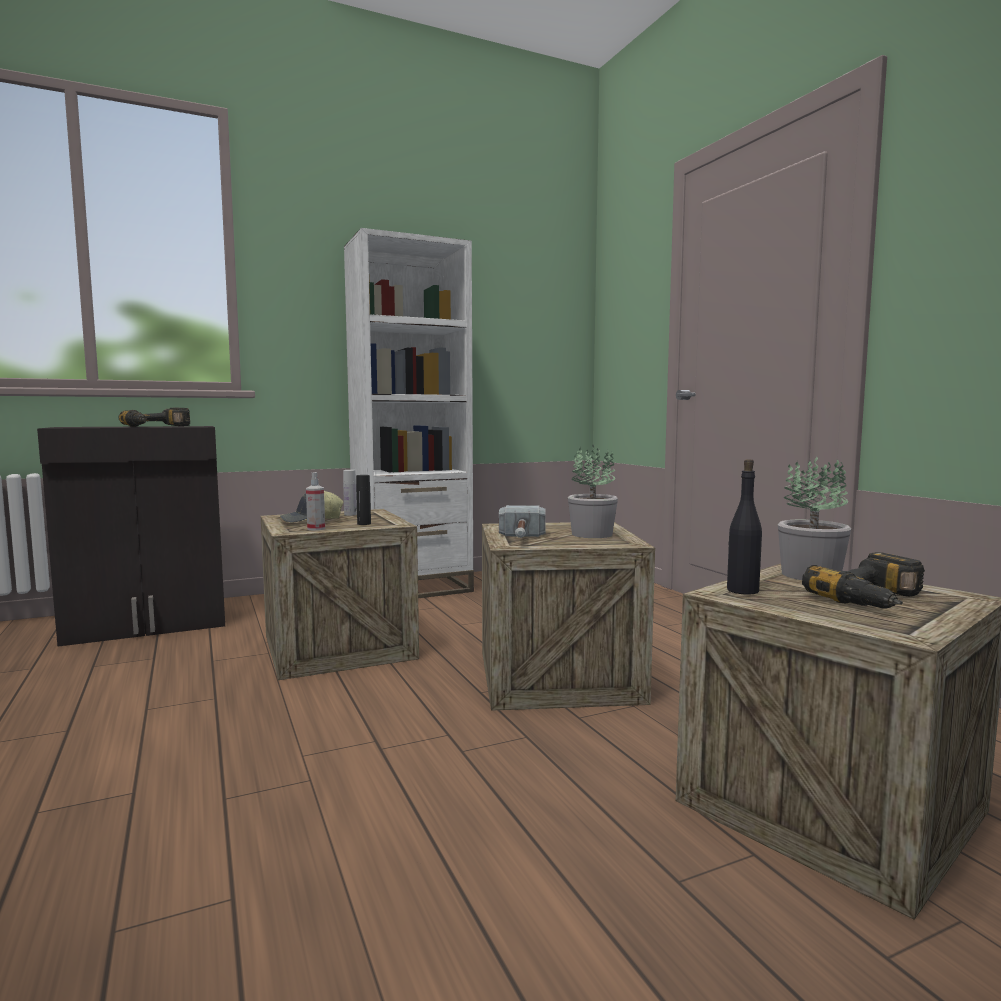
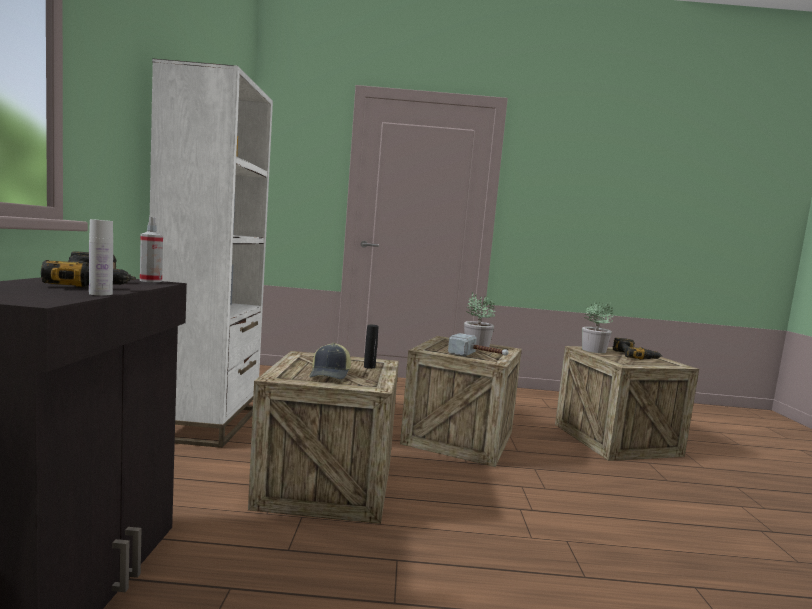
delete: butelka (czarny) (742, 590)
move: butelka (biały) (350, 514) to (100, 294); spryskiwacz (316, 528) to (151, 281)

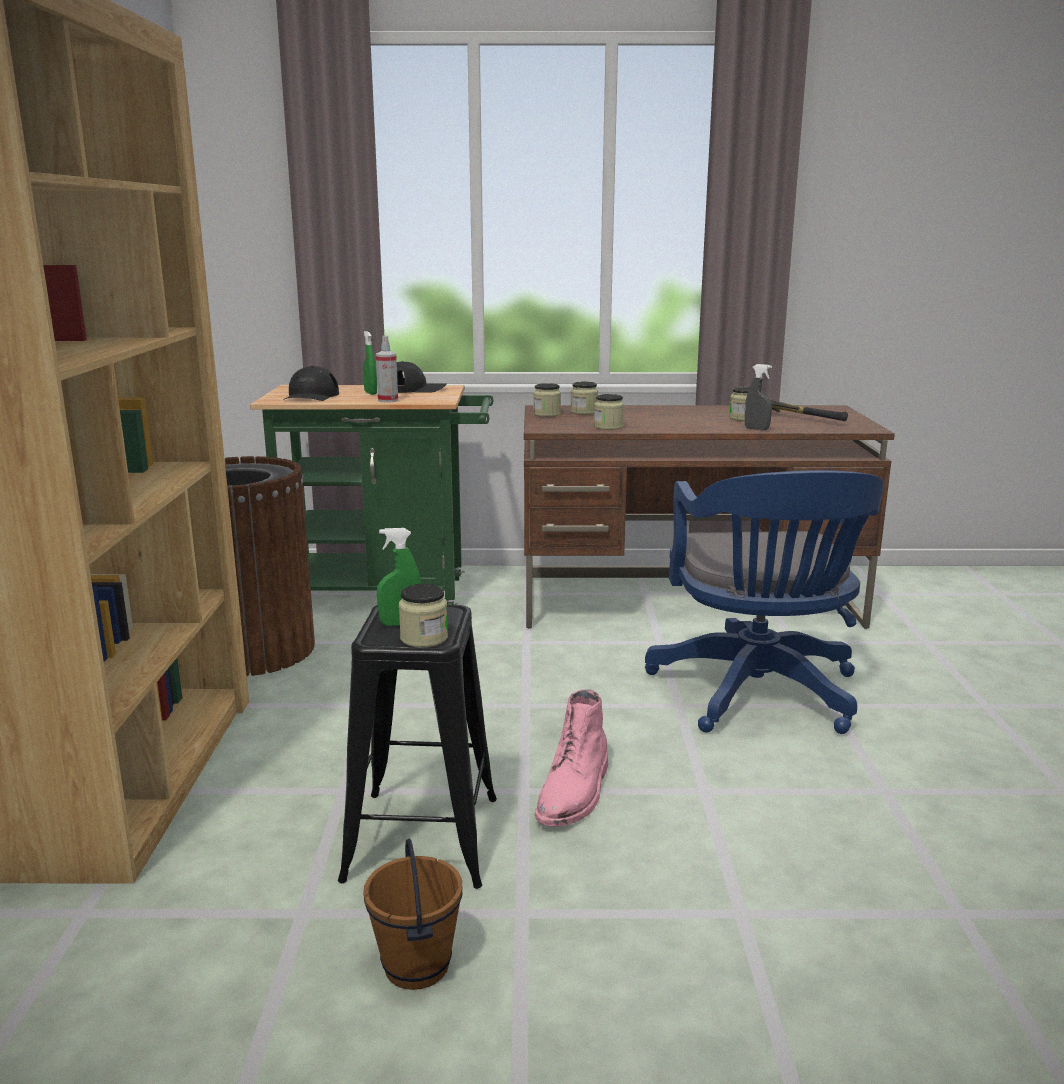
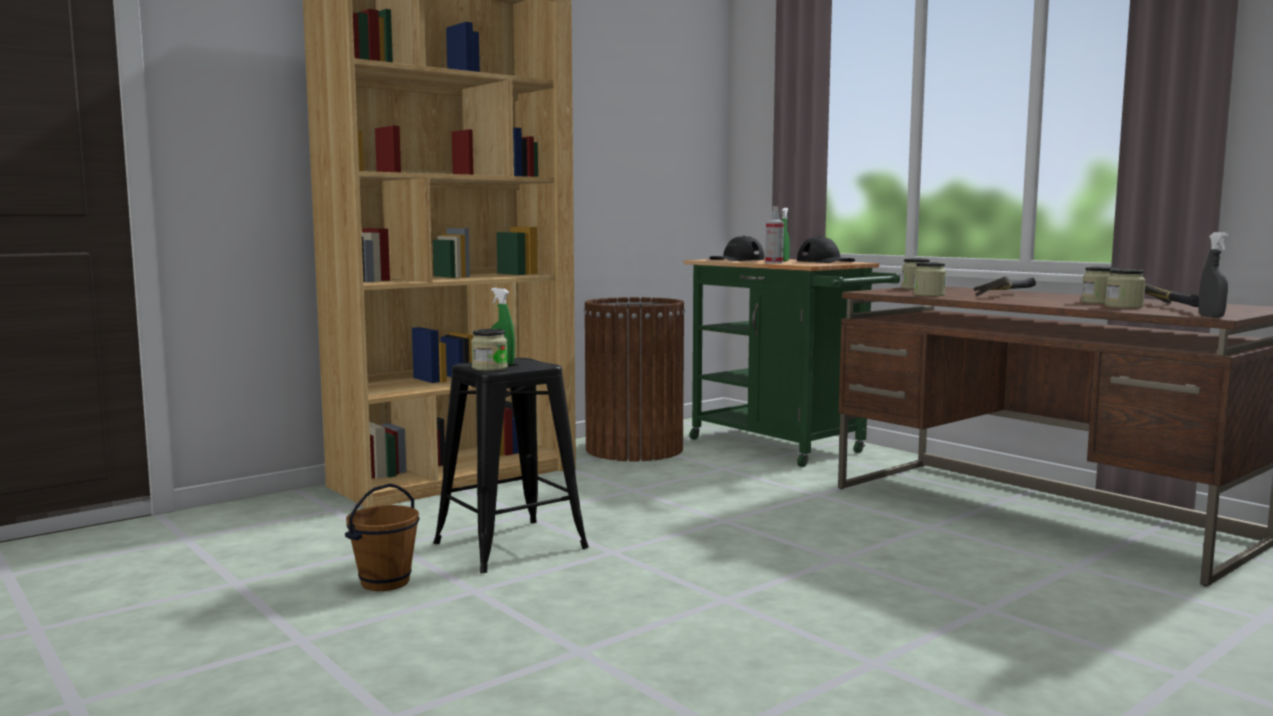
delete: but z cholewką (różowy) (575, 794); krzesło biurowe (niebieski) (758, 695)
insert: młotek (1005, 295)
move: słoik (584, 412) to (1124, 306); spryskiwacz (szary) (756, 429) to (1211, 316)

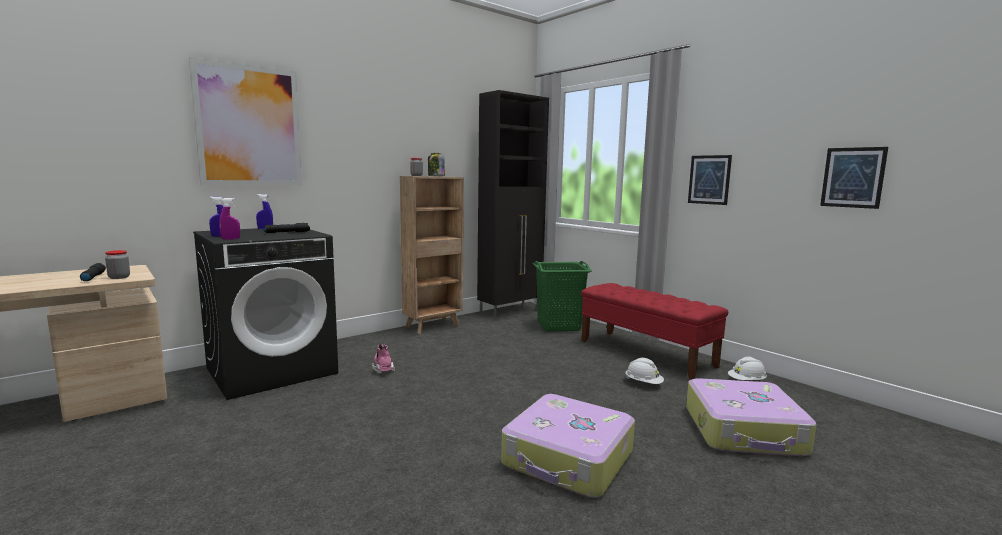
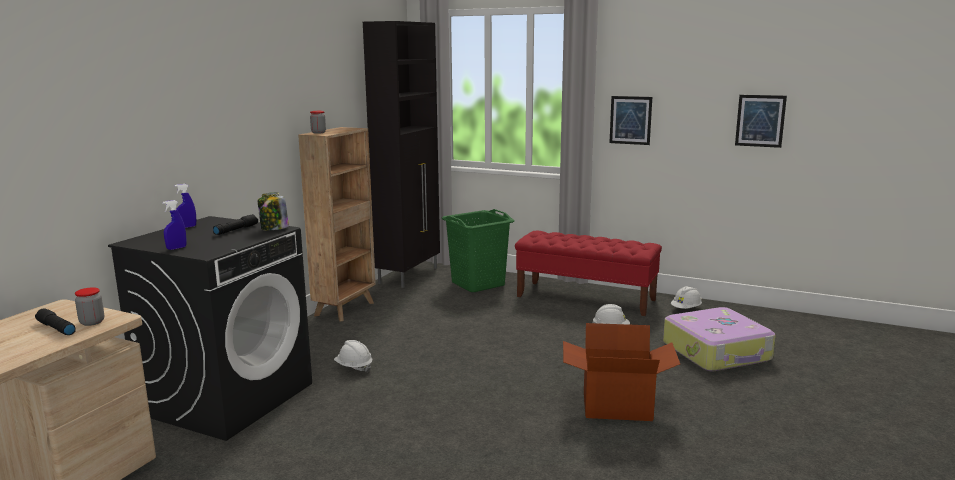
delete: obraz (249, 126); spryskiwacz (fioletowy) (230, 239)
move: słoik (436, 176) to (274, 229)
replace: but z cholewką (różowy) (383, 368) to kask (biały) (353, 367); walizka (568, 459) to karton (617, 407)

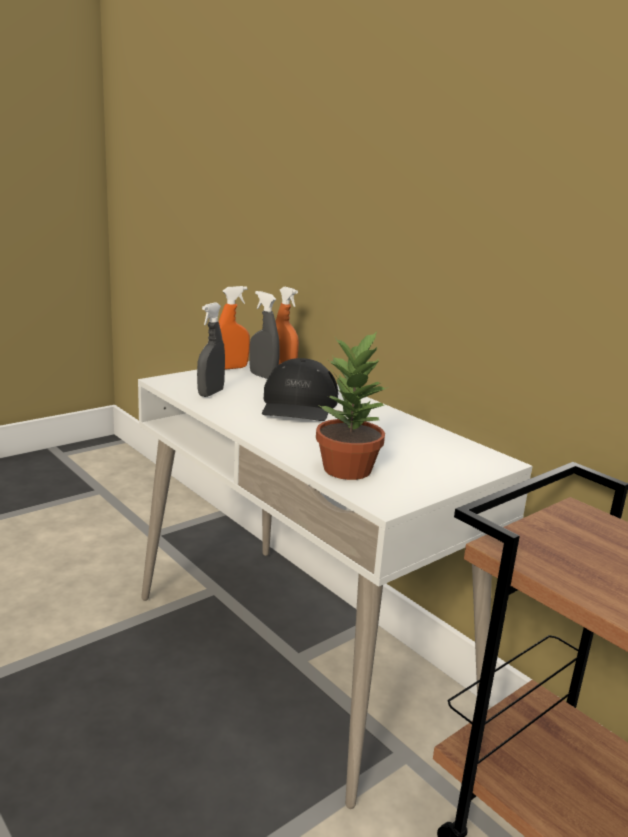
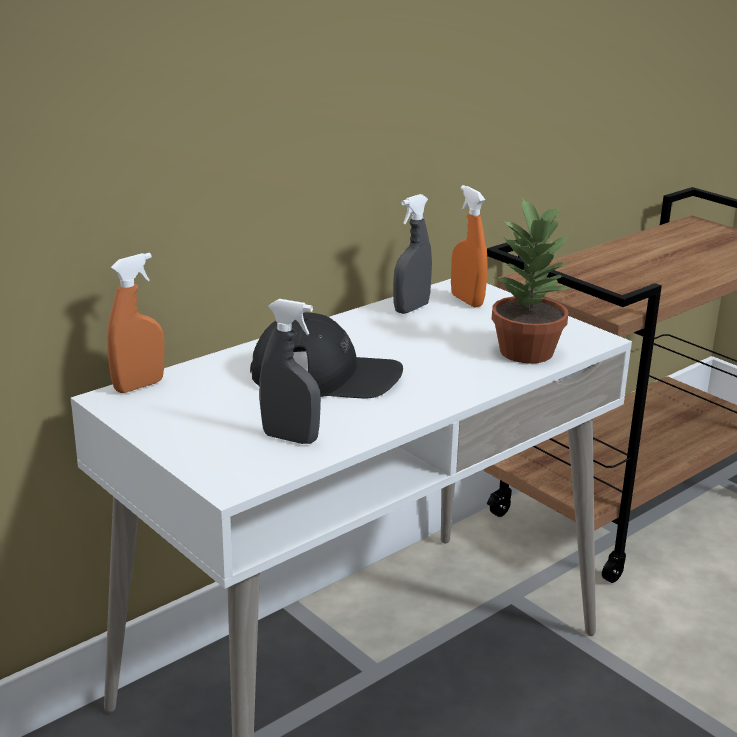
move: spryskiwacz (szary) (263, 376) to (411, 308); spryskiwacz (pomarańczowy) (232, 368) to (467, 300)

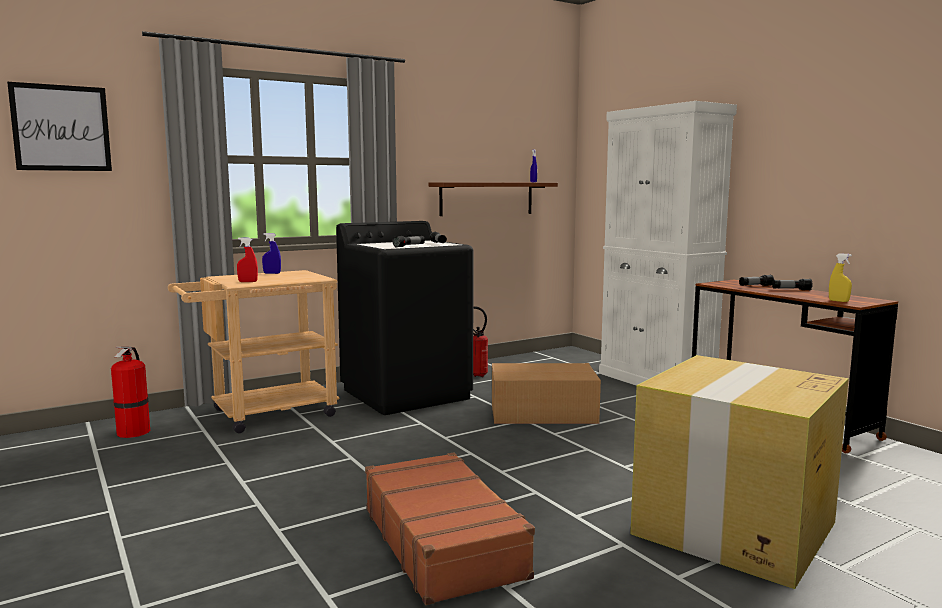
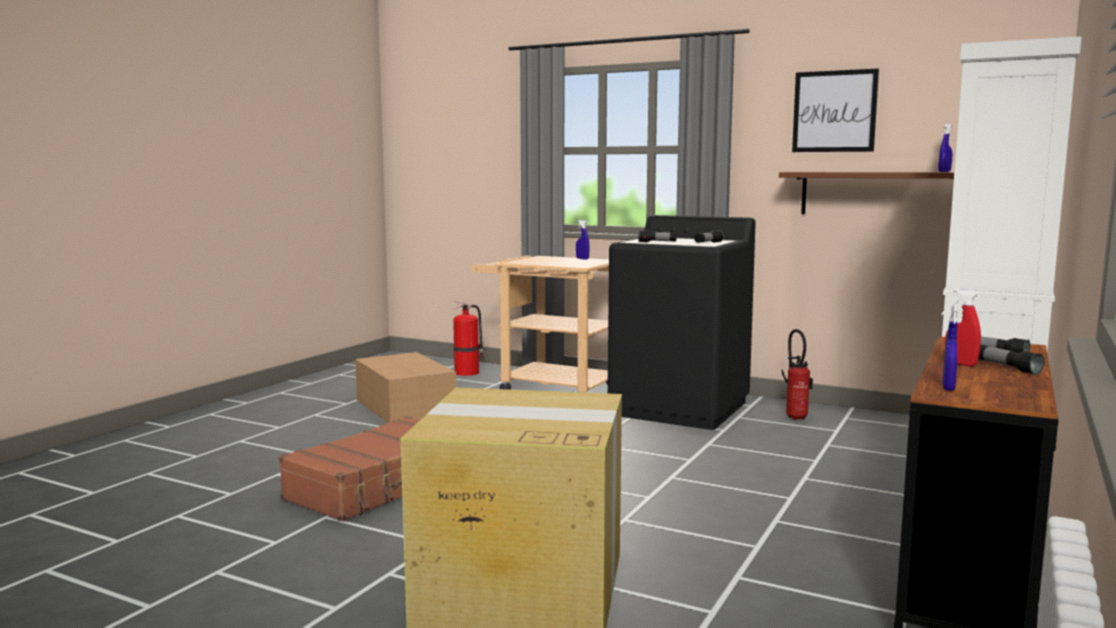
move: karton (544, 412) to (405, 408); obraz (61, 128) to (834, 111); spryskiwacz (czerwony) (248, 282) to (960, 364)
recolor: spryskiwacz (żółty) (838, 301) to spryskiwacz (niebieski) (948, 388)

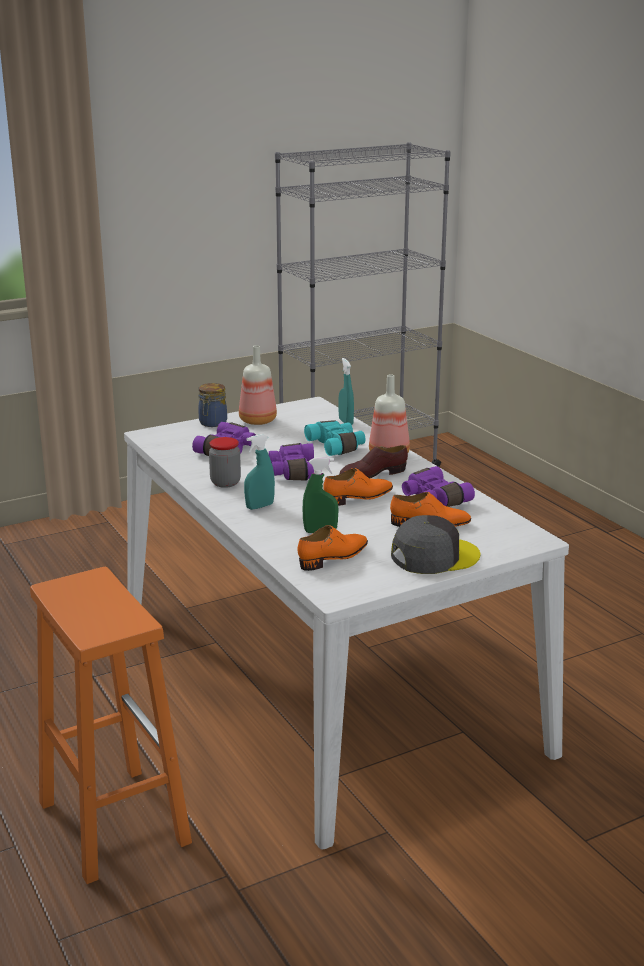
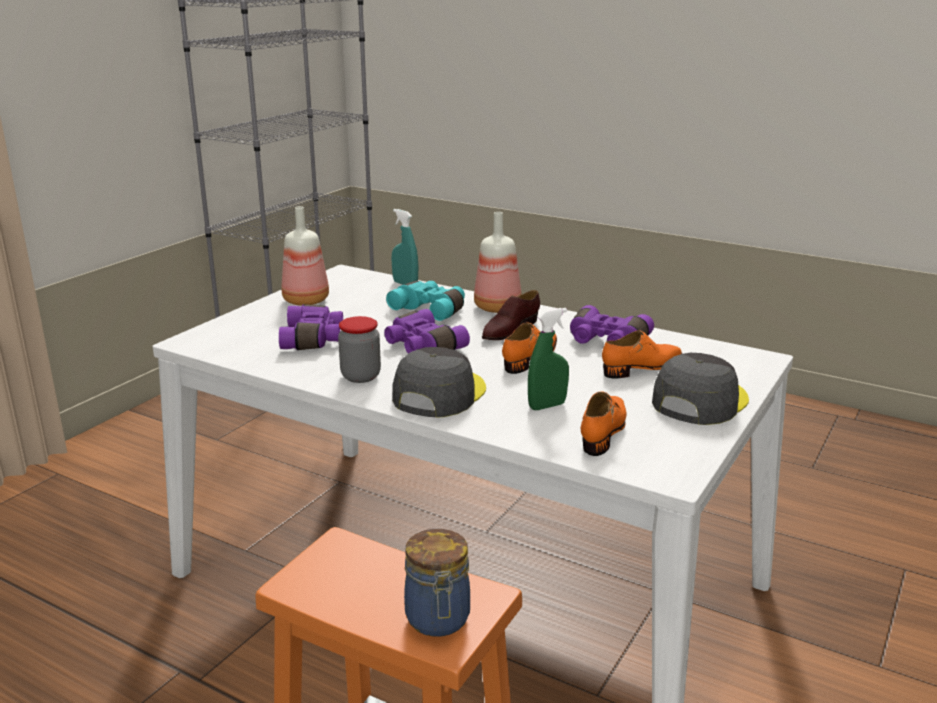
move: słoik (212, 423) to (438, 620)
replace: spryskiwacz (turkusowy) (259, 506) to czapka z daszkiem (szary) (439, 394)

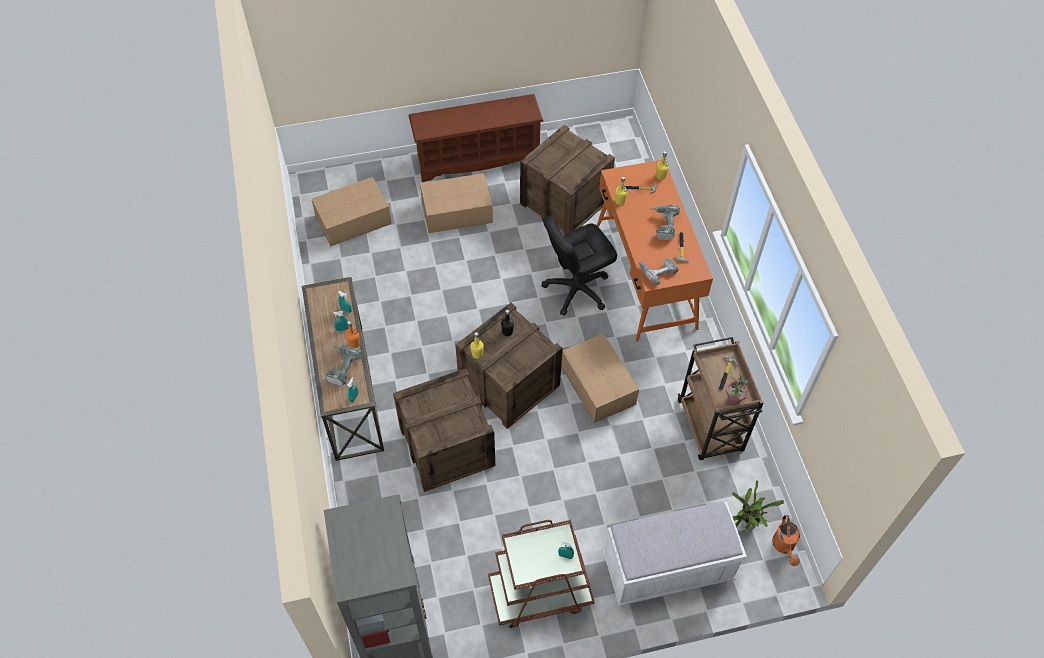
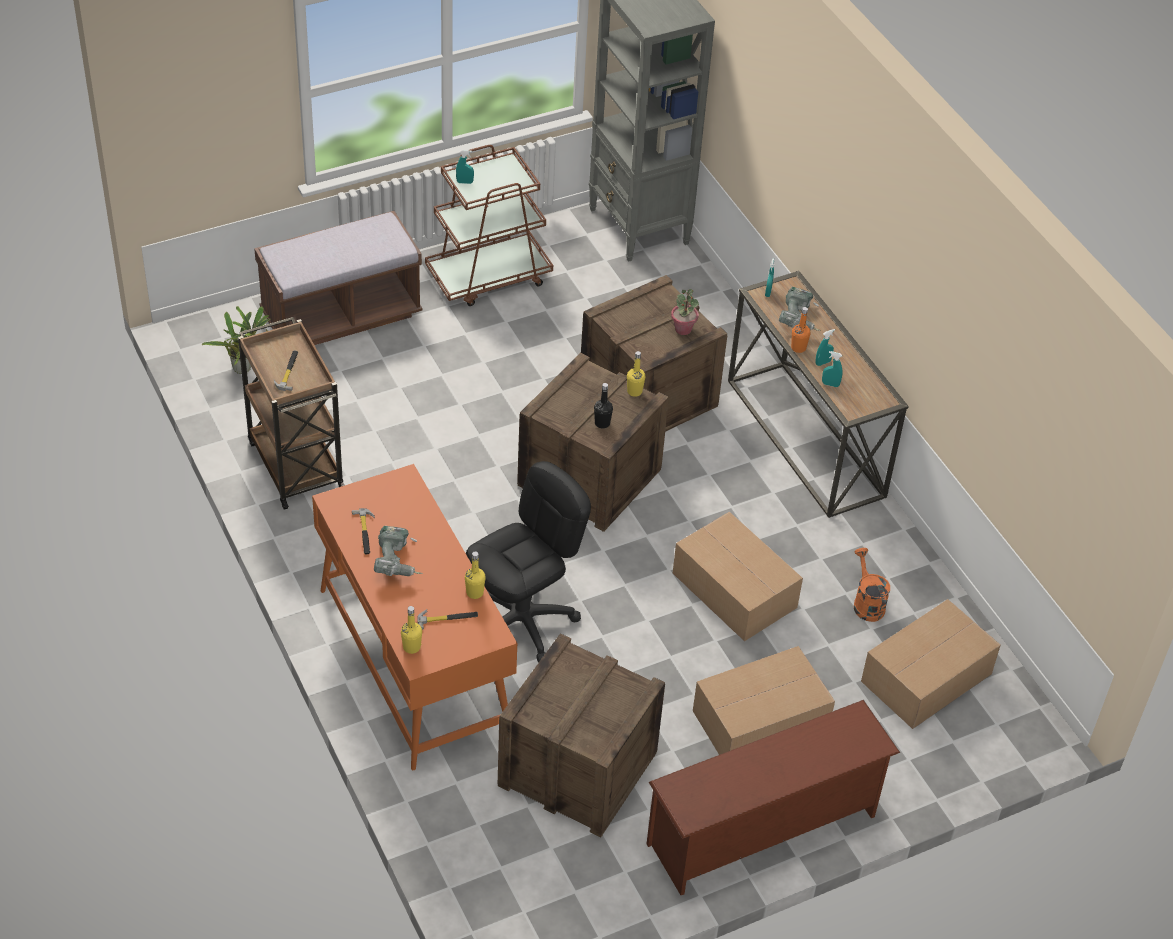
delete: wiertarka (657, 270)
move: roślina doniczkowa (734, 399) to (683, 329); karton (597, 384) to (735, 591); konewka (pomarańczowy) (784, 547) to (866, 603)
recolor: ławka (biały) (667, 568) to ławka (brązowy) (341, 315)

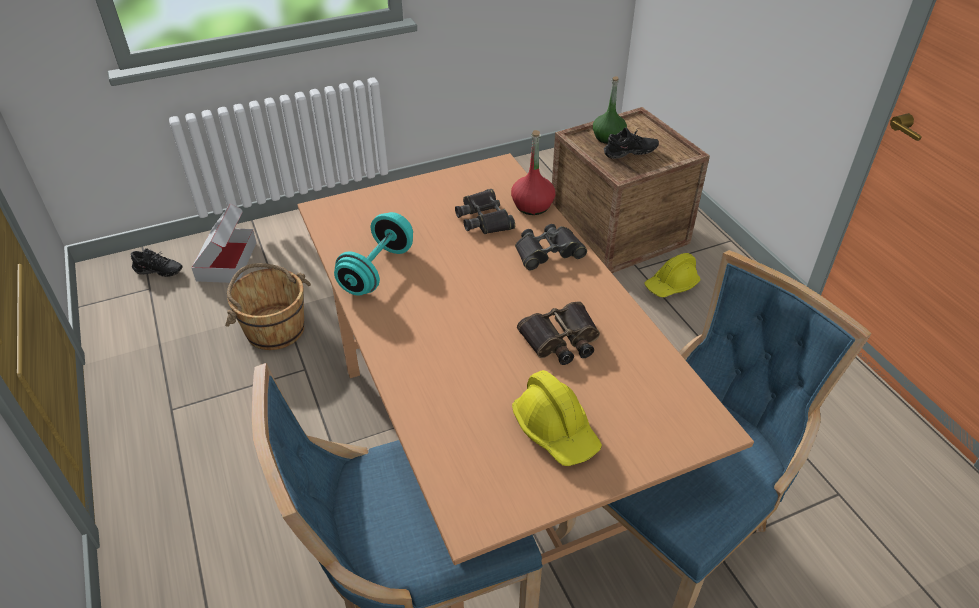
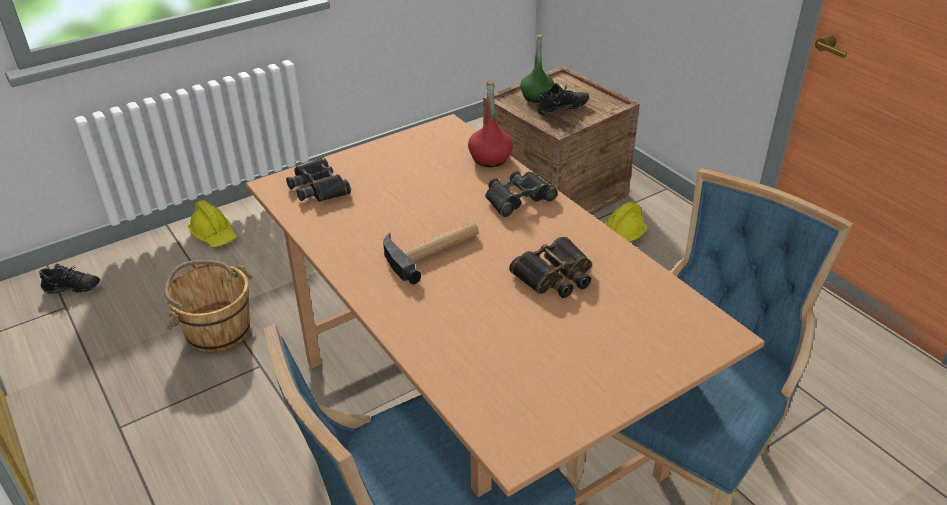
delete: karton (227, 261); hantel (turkusowy) (377, 270)
insert: młotek (434, 251)
move: kask (żółty) (556, 430) to (214, 235); lornetka (czarny) (484, 218) to (319, 187)

